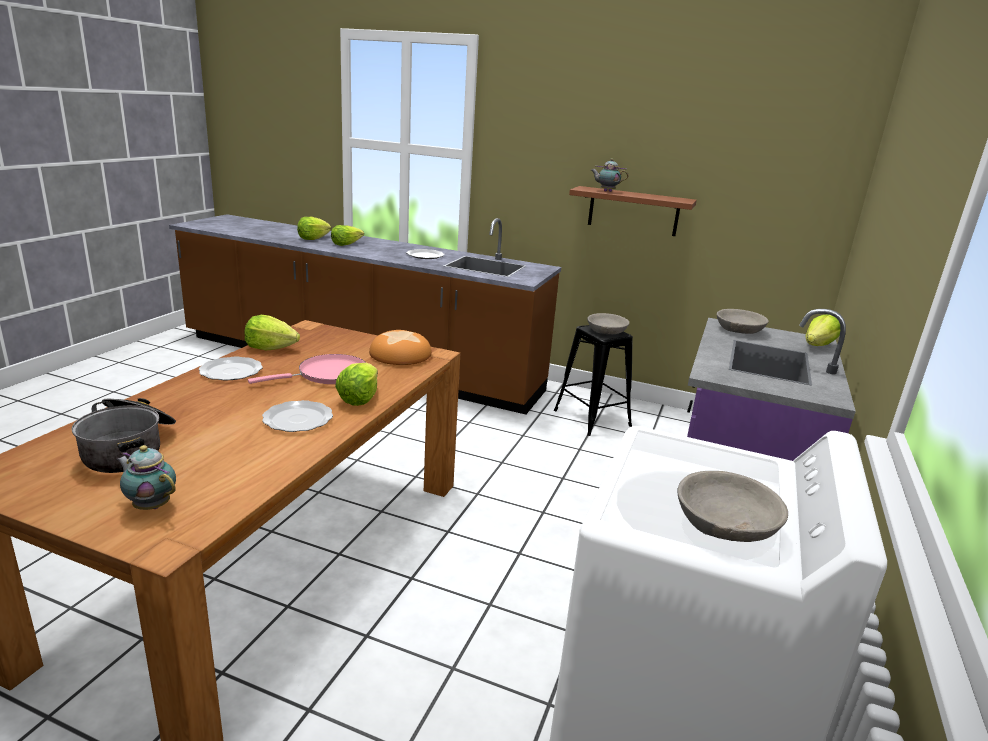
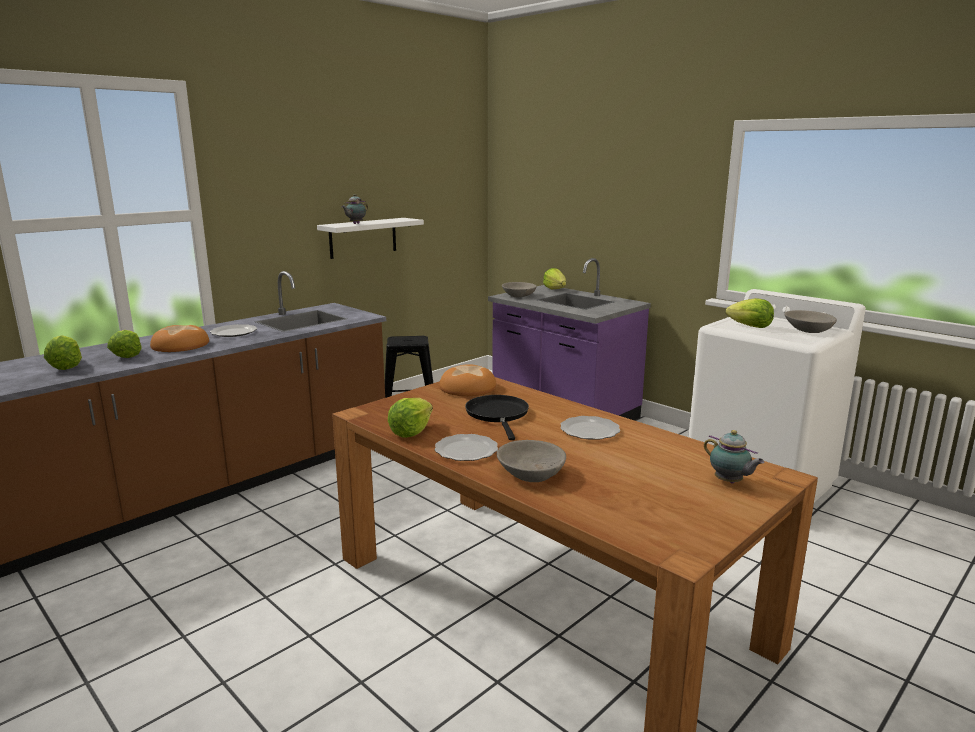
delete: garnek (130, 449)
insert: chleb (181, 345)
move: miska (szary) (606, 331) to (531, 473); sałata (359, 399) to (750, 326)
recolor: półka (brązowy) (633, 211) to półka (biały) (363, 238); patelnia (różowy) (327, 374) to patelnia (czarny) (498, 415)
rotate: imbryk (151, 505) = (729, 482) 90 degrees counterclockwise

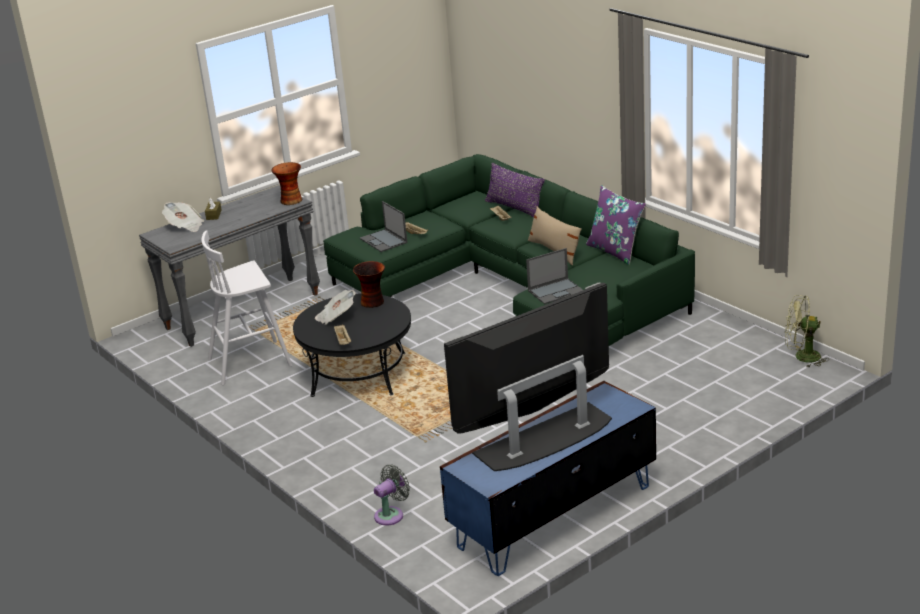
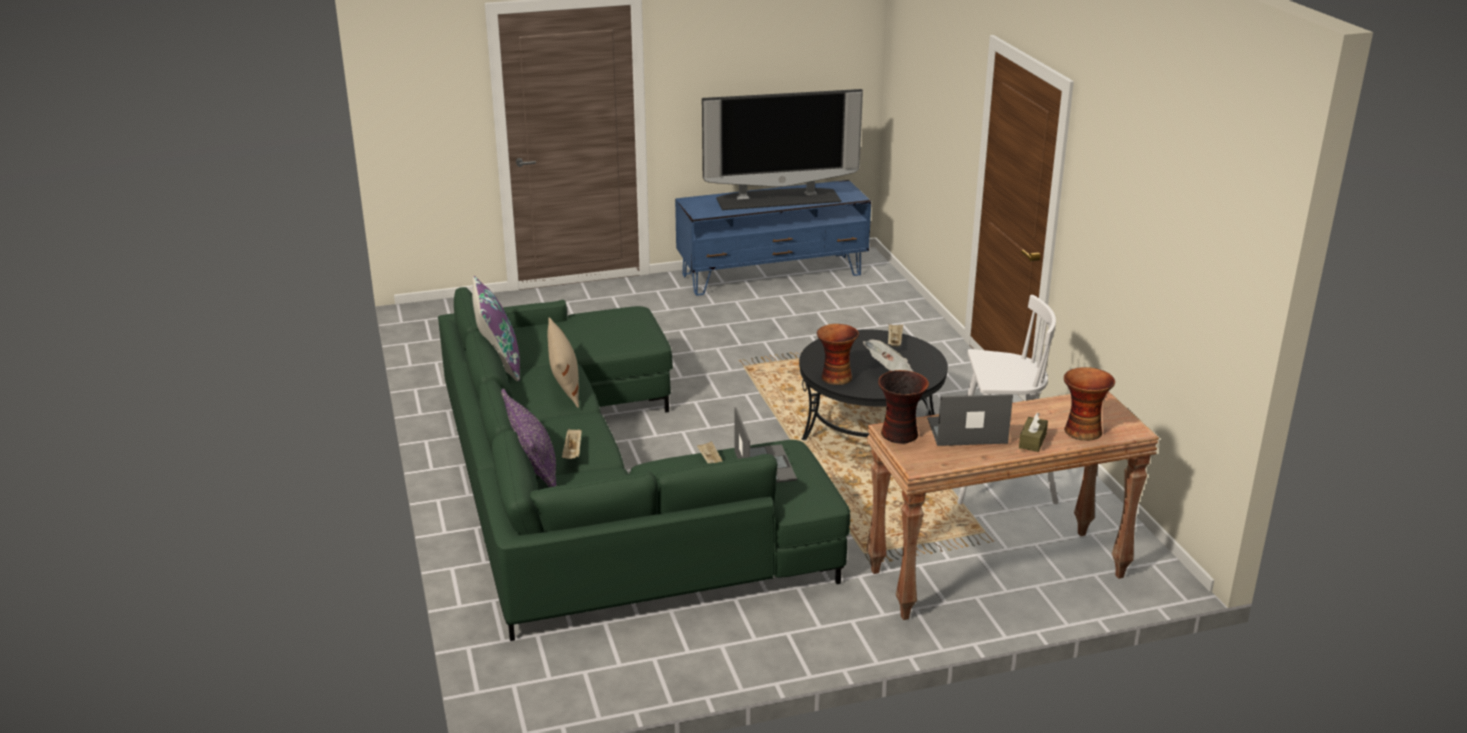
delete: wentylator (szary) (391, 514); wentylator (zielony) (802, 357)
move: laptop (556, 291) to (966, 431)
replace: gazeta (185, 226) to wazon (1081, 431)
recolor: stolik konsolowy (szary) (242, 311) to stolik konsolowy (brązowy) (996, 575)

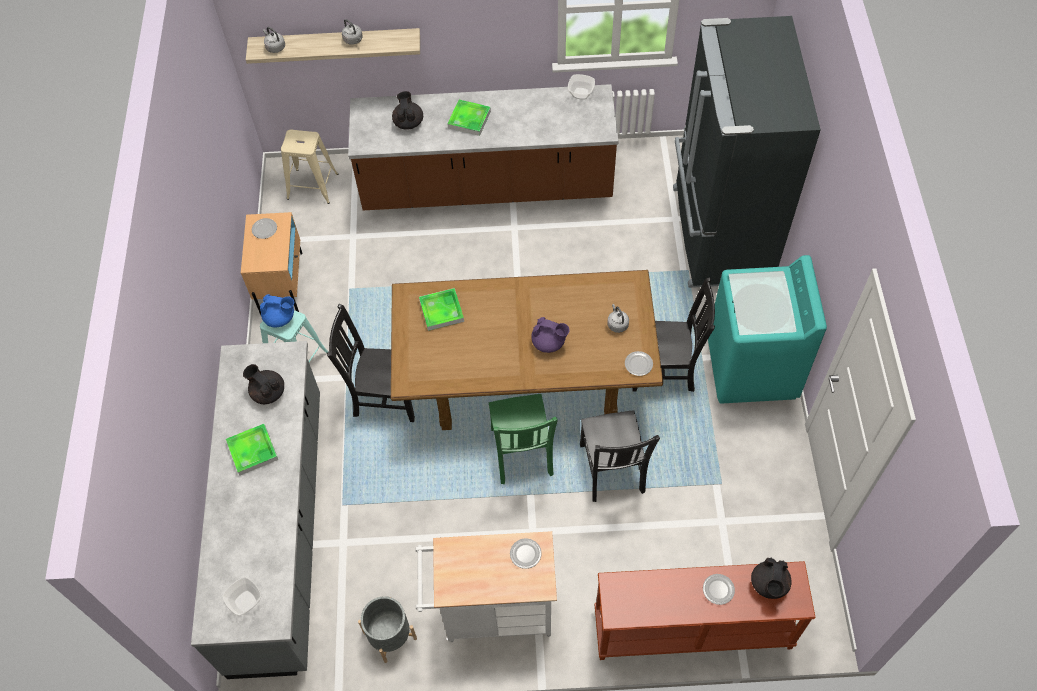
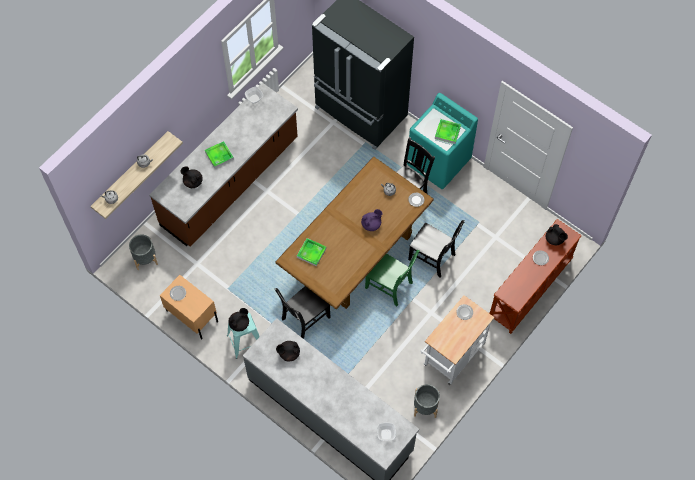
move: taca (252, 451) to (447, 132)
replace: stołek (beżowy) (312, 186) to donica (szary) (145, 258)
recolor: imbryk (niebieski) (280, 318) to imbryk (czarny) (239, 323)

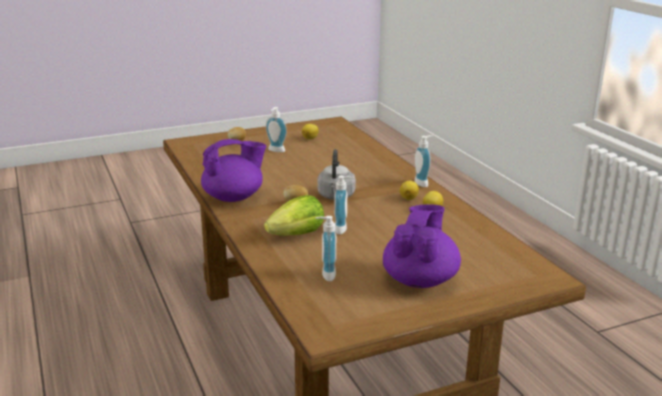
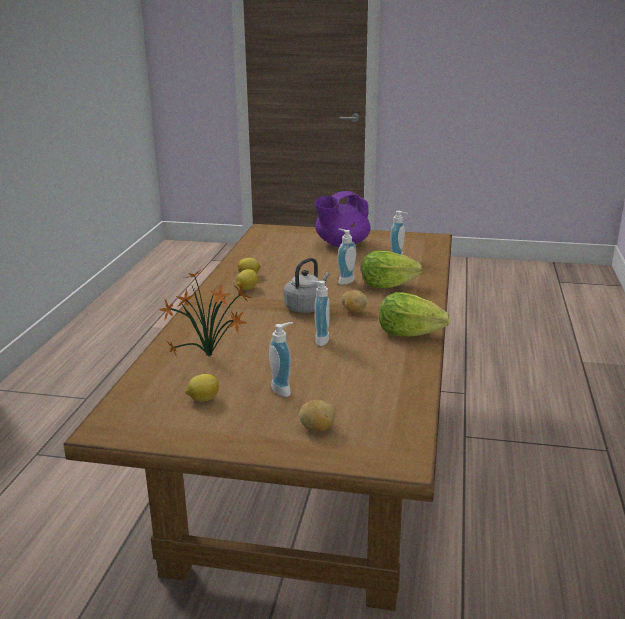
insert: roślina doniczkowa (212, 356)
move: dozownik mydła (423, 183) to (319, 340)
replace: imbryk (fioletowy) (234, 197) to sałata (408, 333)

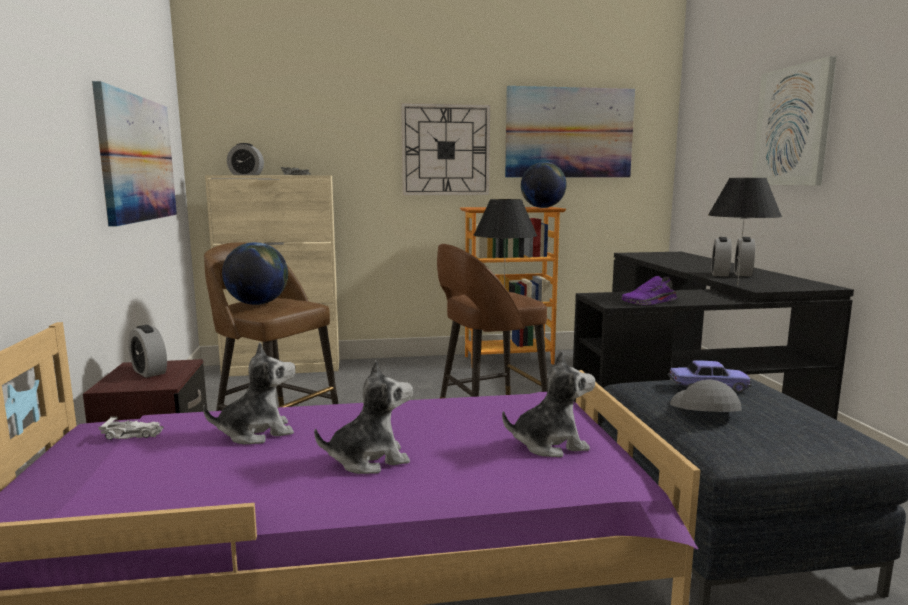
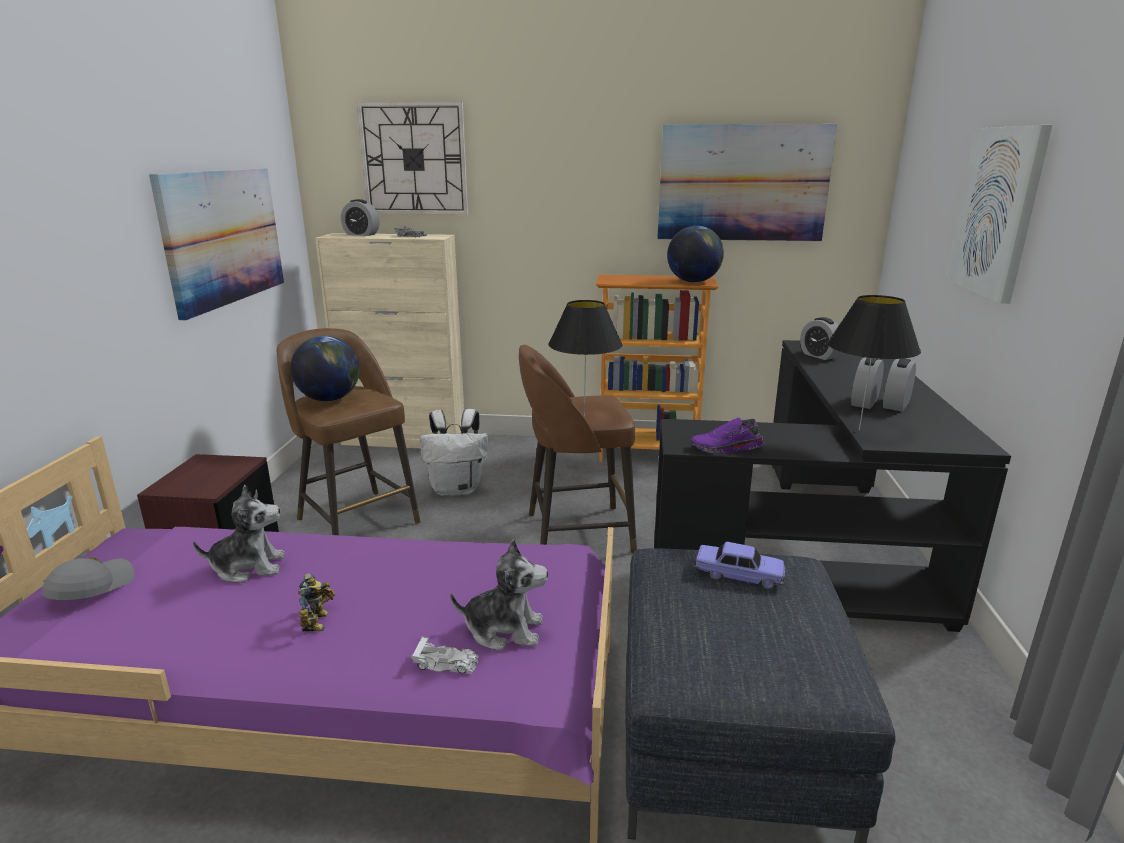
insert: plecak (biały) (457, 489)
move: czapka z daszkiem (szary) (703, 411) to (91, 588); zegar ścienny (445, 150) to (414, 159); samochodzik (biały) (133, 434) to (446, 663); budzik (149, 372) to (819, 355)
replace: pluszak (369, 460) to robot zabawkowy (319, 621)

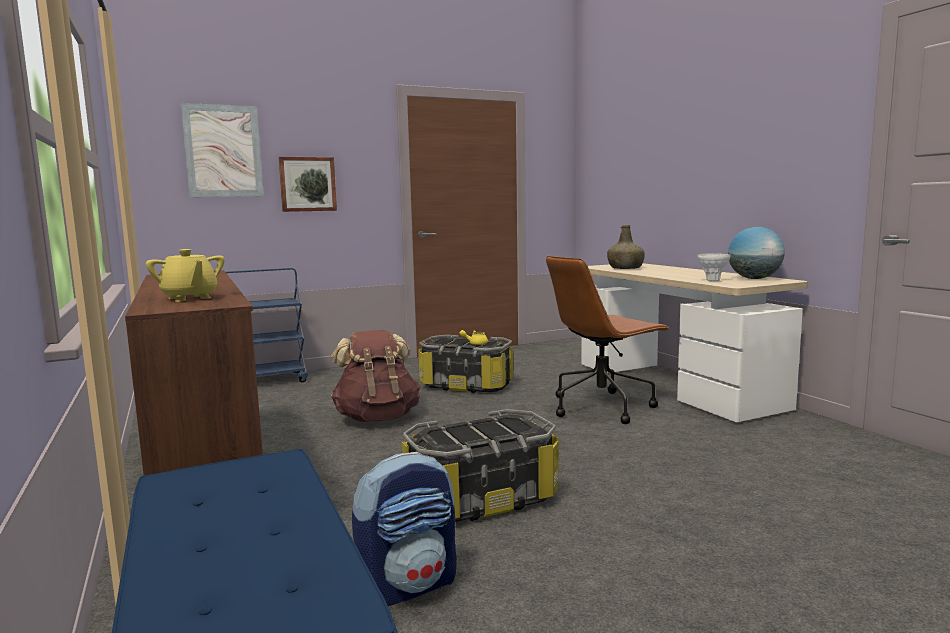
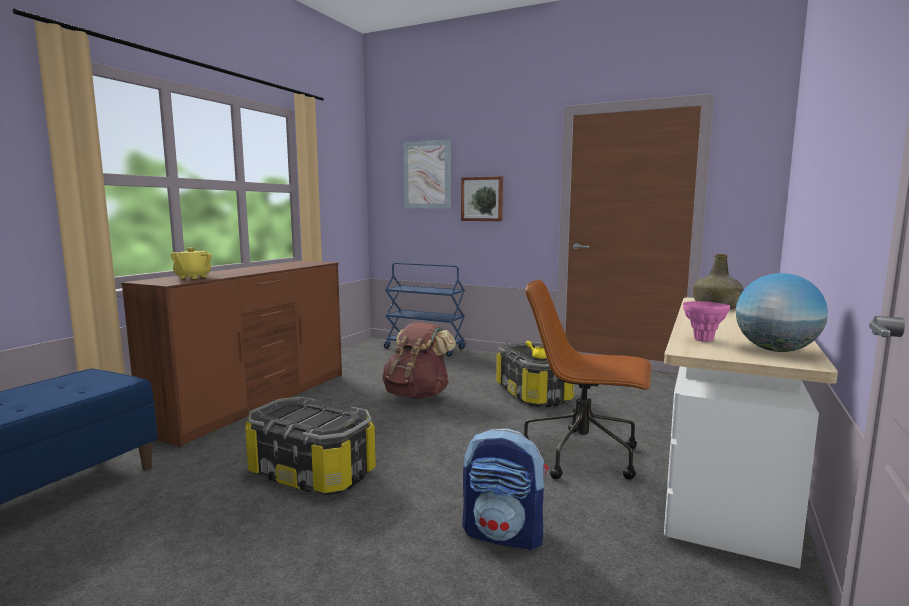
move: plecak (408, 585) to (504, 534)
recolor: wazon (biały) (712, 280) to wazon (różowy) (703, 340)

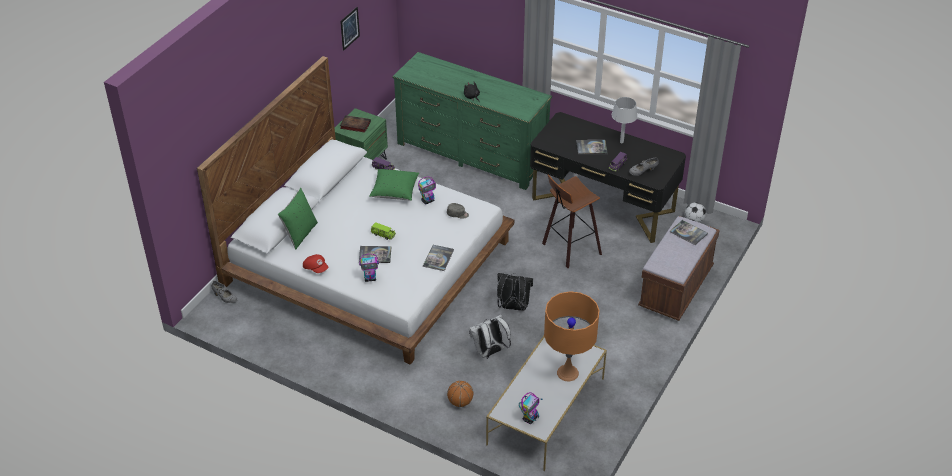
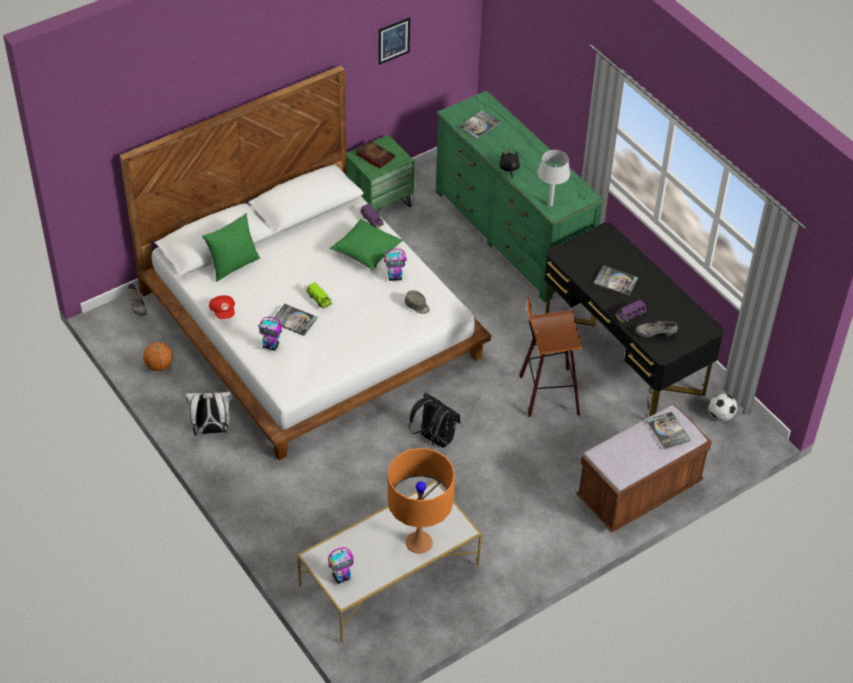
move: piłka do koszykówki (460, 402) to (159, 366); plecak (biały) (489, 352) to (211, 430); książka (438, 258) to (479, 125); lampa stołowa (szary) (621, 142) to (550, 204)

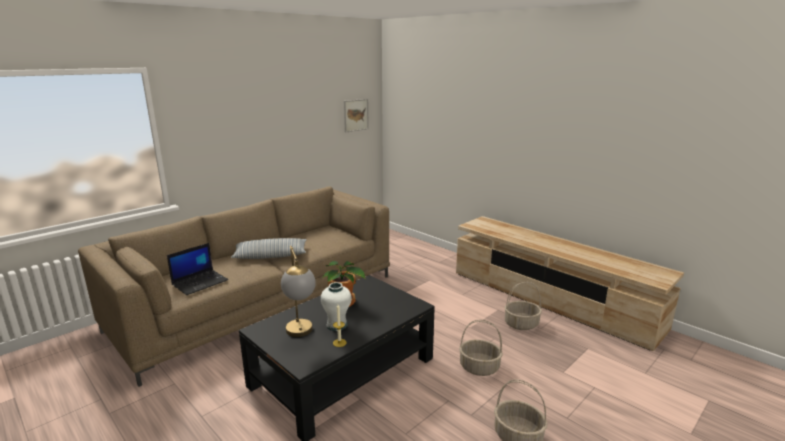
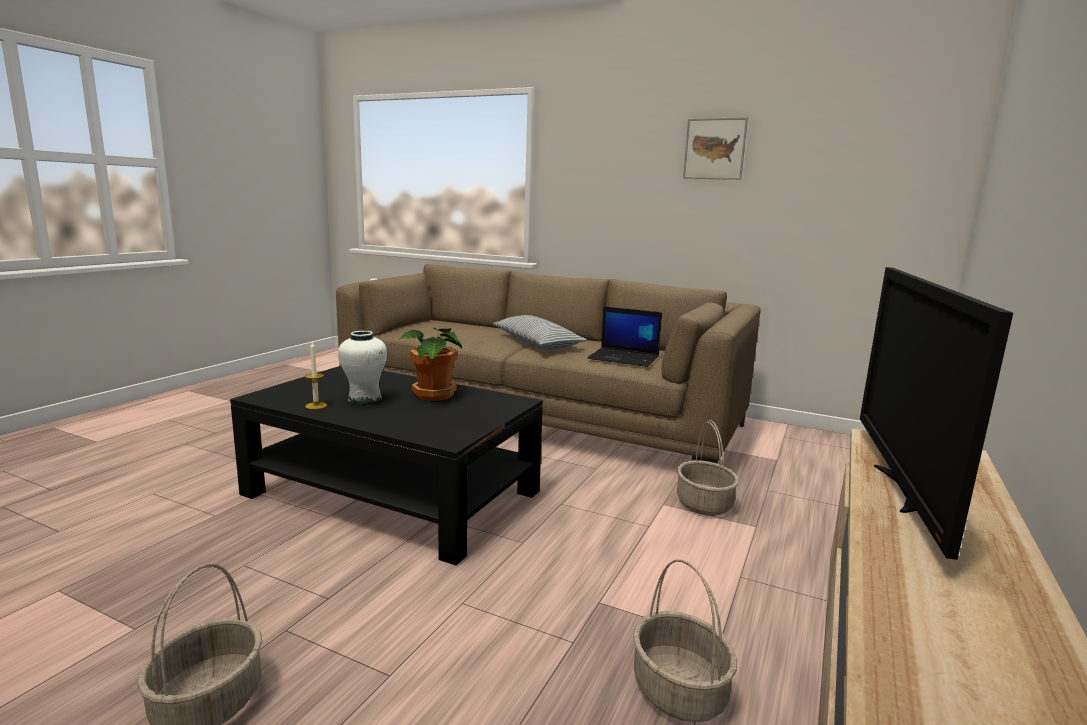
delete: lampa stołowa (301, 335)
insert: telewizor (900, 489)
move: laptop (200, 282) to (624, 358); koszyk (479, 367) to (704, 505); obraz (356, 115) to (714, 149)

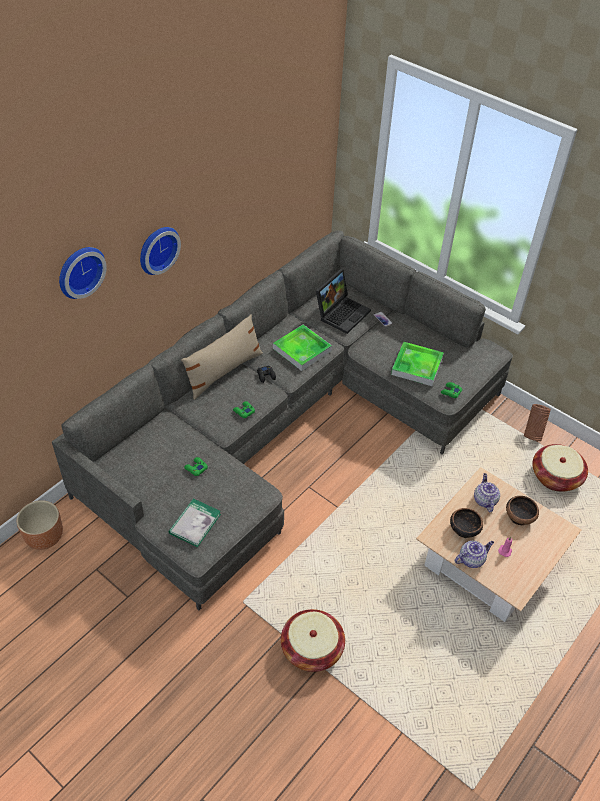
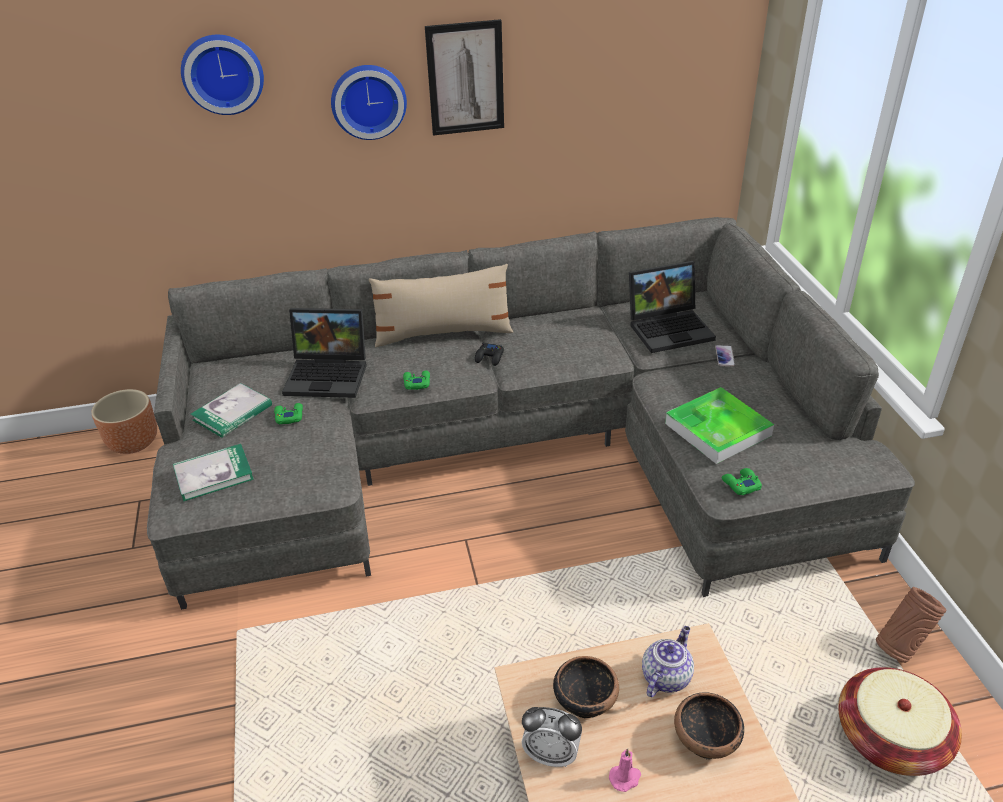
delete: taca (302, 350); koszyk (312, 649)
insert: książka (232, 413); laptop (329, 375); obraz (465, 78)
replace: imbryk (471, 559) to budzik (551, 754)

